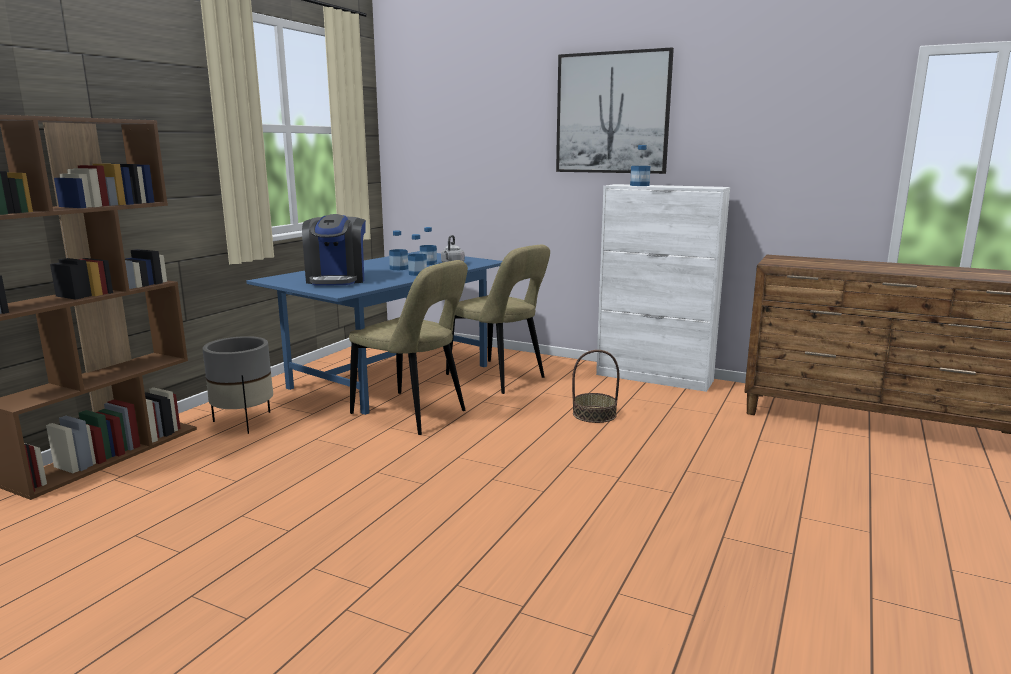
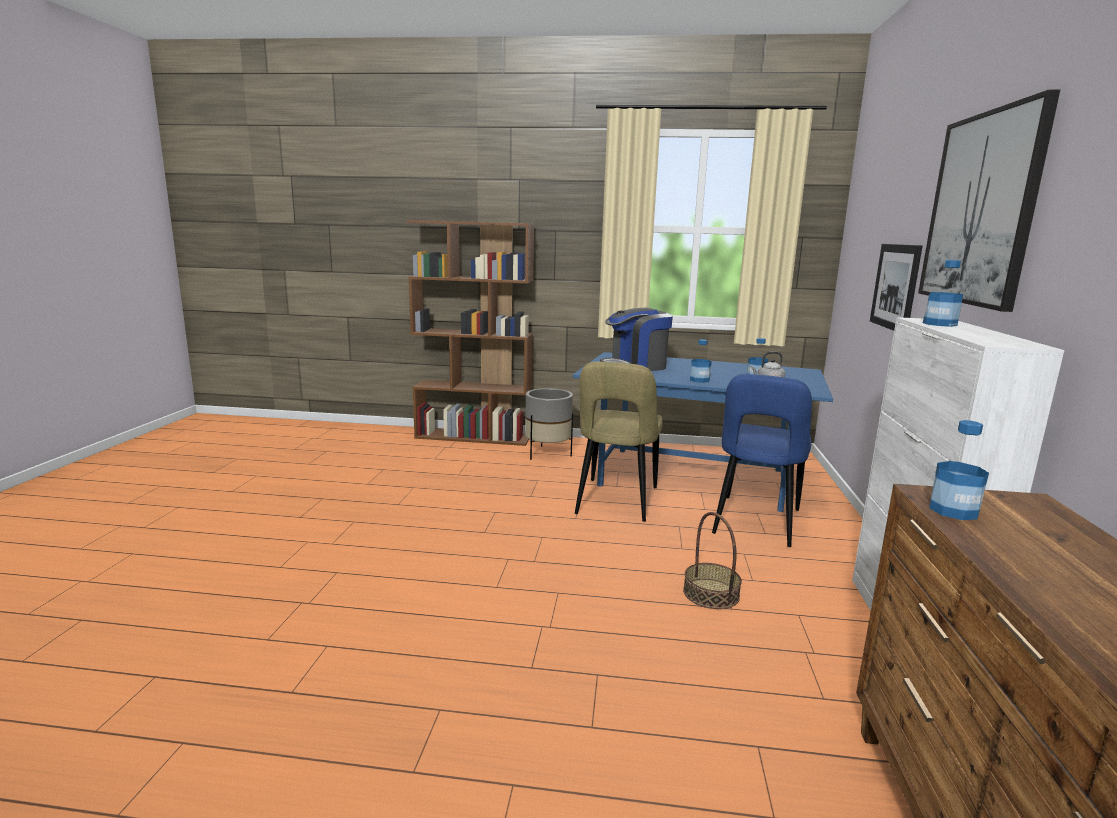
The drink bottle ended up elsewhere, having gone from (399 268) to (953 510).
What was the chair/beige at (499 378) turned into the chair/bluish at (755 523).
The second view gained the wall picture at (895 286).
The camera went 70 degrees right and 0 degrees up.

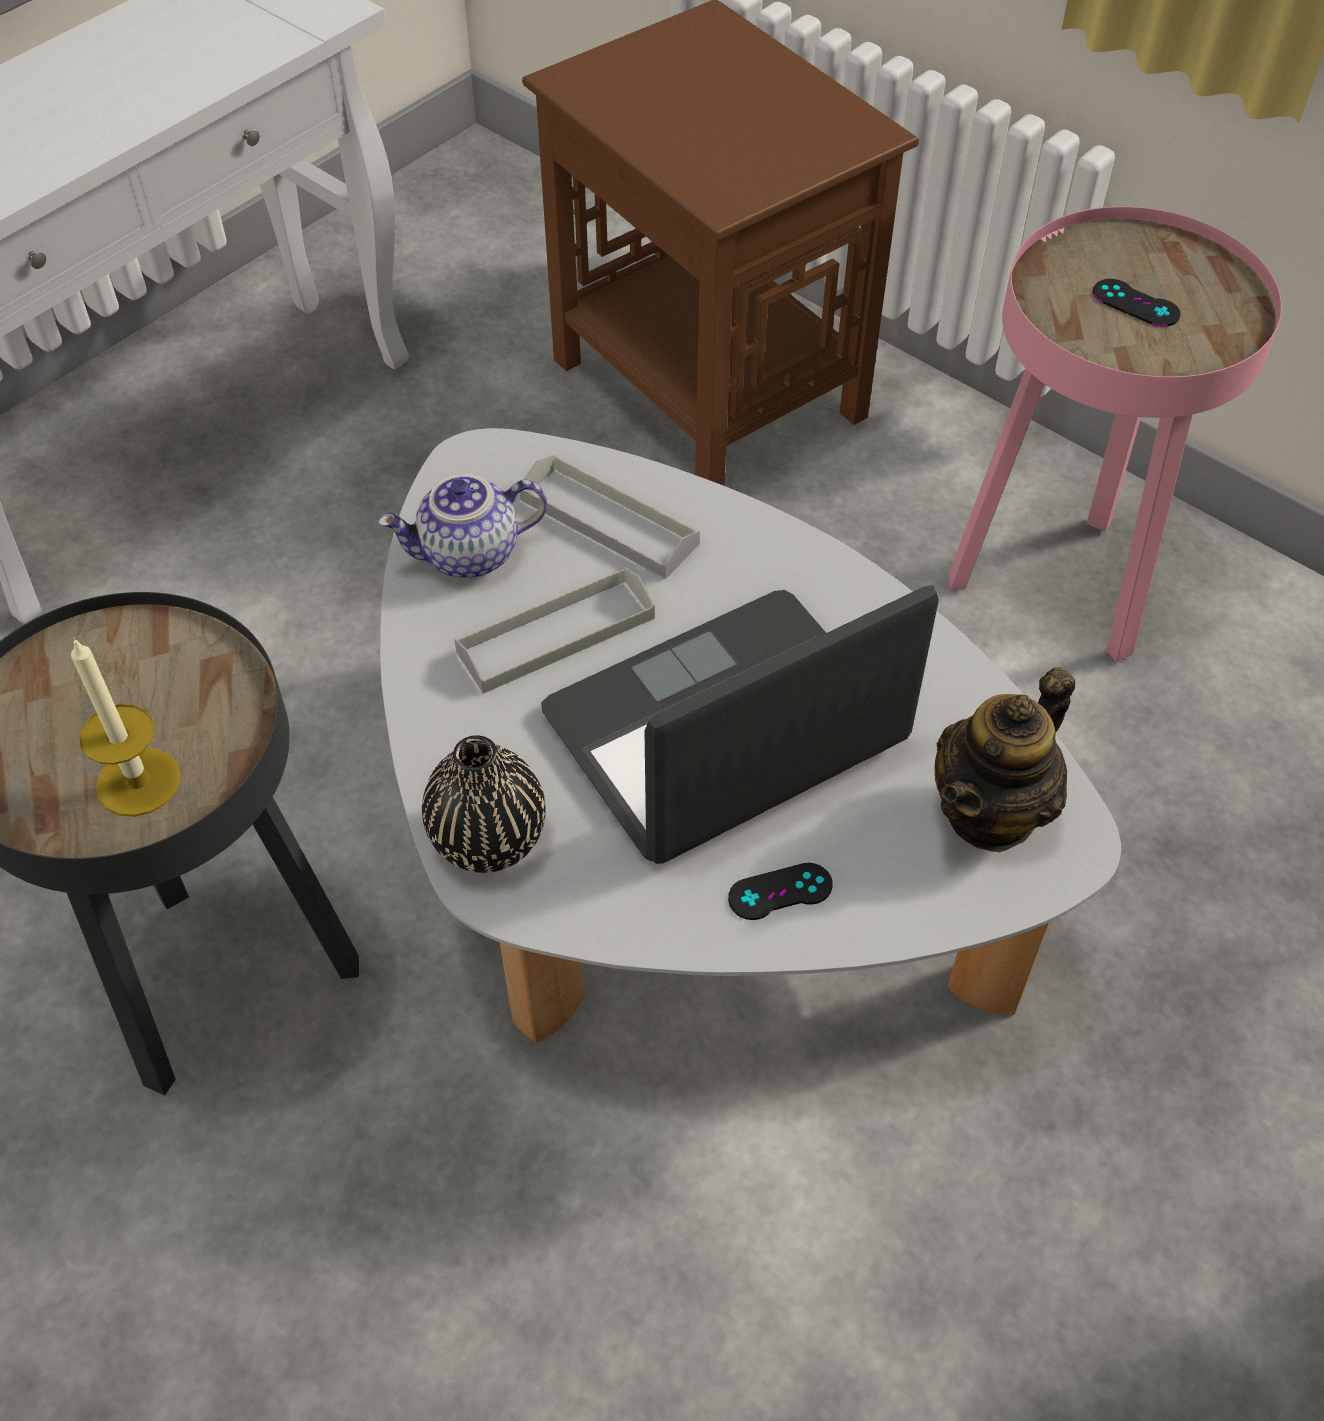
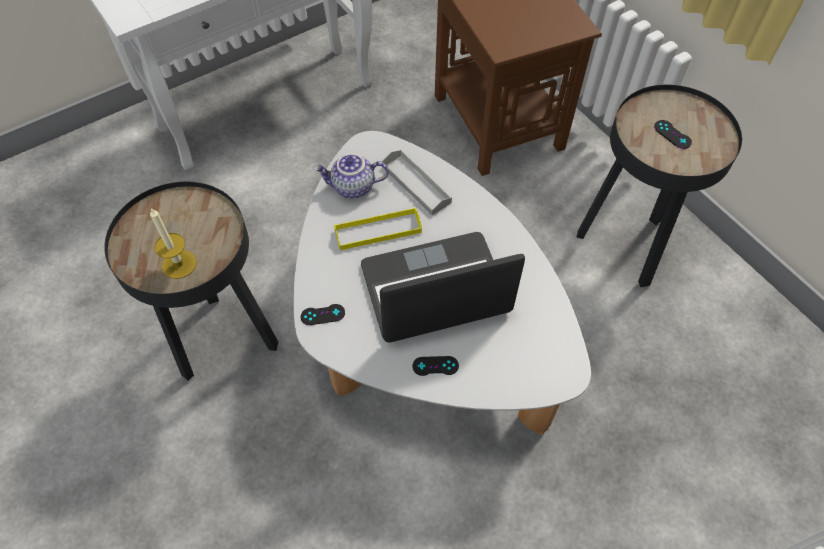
Where the vase/black-coloured stood at (488 840), the gamepad/black-coloured came to stand at (322 314).
What was the serving tray/greyish at (556 635) turned into the serving tray/yellow at (378 231).
The second view lost the tea pot at (991 812).
What was the end table/pink-coloured at (1059 588) turned into the end table/black-coloured at (626 247).
The camera went 15 degrees right and 5 degrees up.

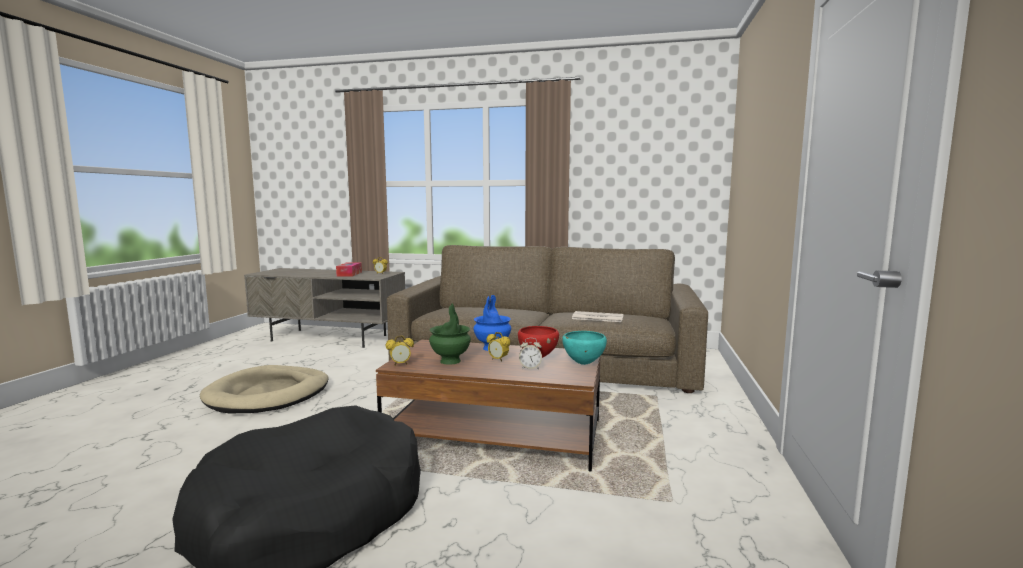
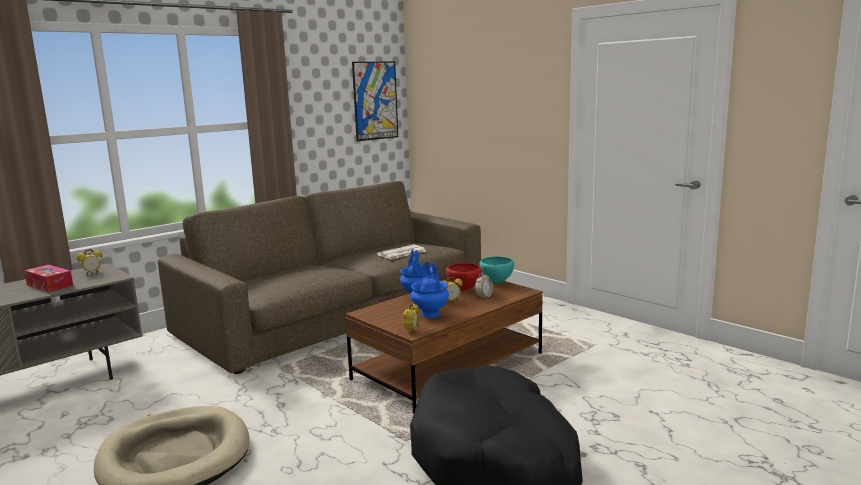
What was the vase/greenish at (450 361) turned into the vase/bluish at (431 314).
The second view gained the wall picture at (375 100).
The camera went 55 degrees left and 5 degrees up.

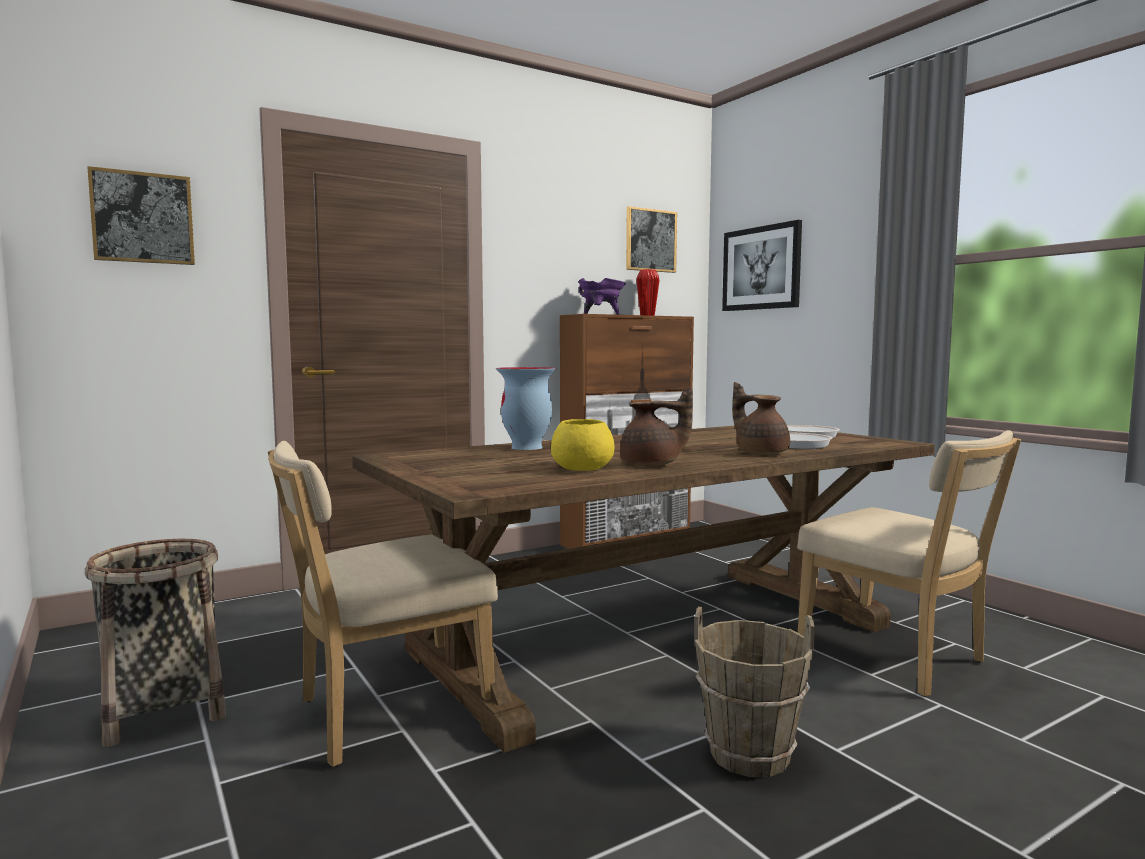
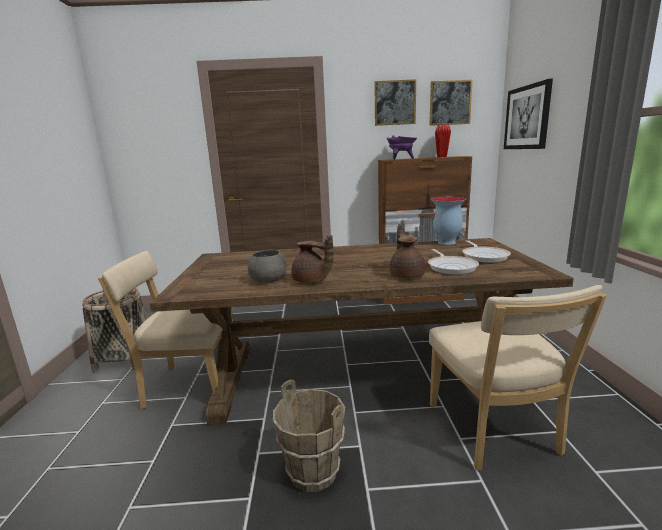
The wall picture ended up elsewhere, having gone from (142 218) to (395 103).
The vase ended up elsewhere, having gone from (527 447) to (446 242).
What was the serving bowl/yellow at (582 468) turned into the serving bowl/greyish at (269 280).
The camera went 30 degrees right and 10 degrees up.

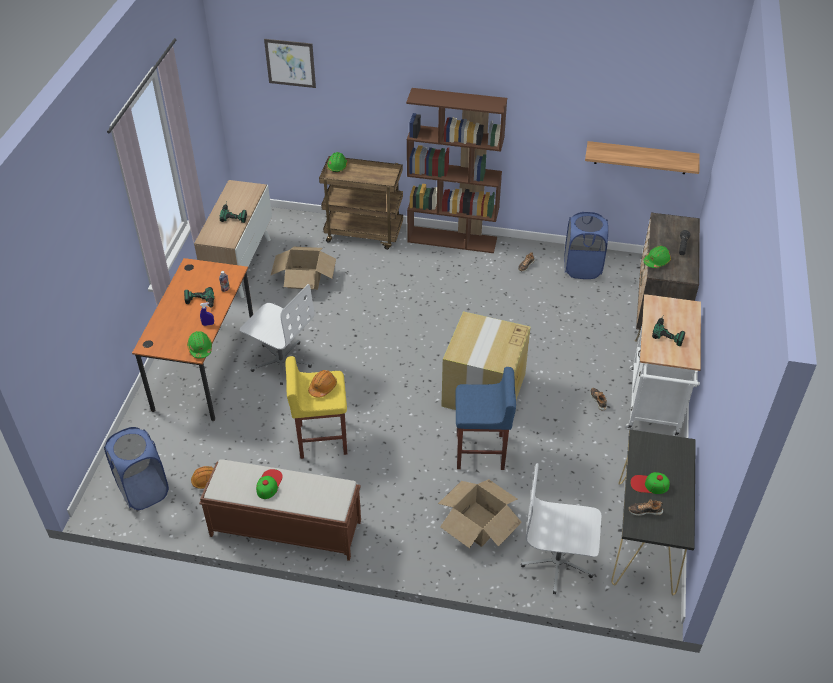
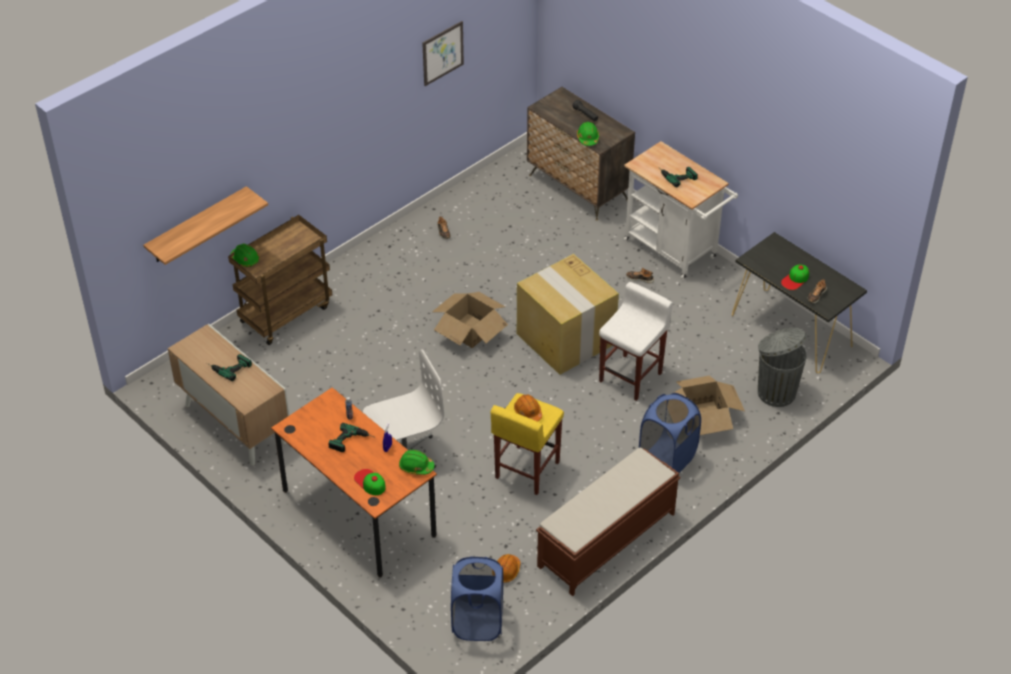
The baseball cap ended up elsewhere, having gone from (269 484) to (370 482).
The wall picture ended up elsewhere, having gone from (290 63) to (442 53).
The packing box ended up elsewhere, having gone from (304 278) to (470 330).
The second view lost the shelving unit/brownish at (453 239).
What was the sitting stool/bluish at (481 452) turned into the sitting stool/white at (631 376).
Where the computer chair/white stood at (557 562), the rubbish bin/greyish came to stand at (775 392).
The hamper/bluish ended up elsewhere, having gone from (582 268) to (667 458).
The shelf ended up elsewhere, having gone from (641 157) to (197 226).
The camera went 55 degrees left and 0 degrees up.

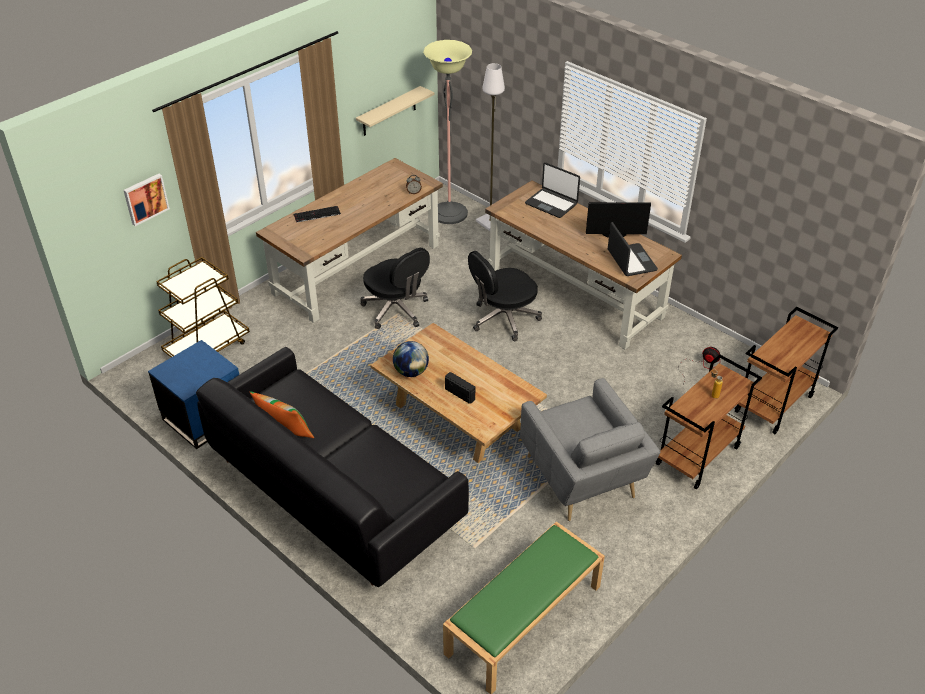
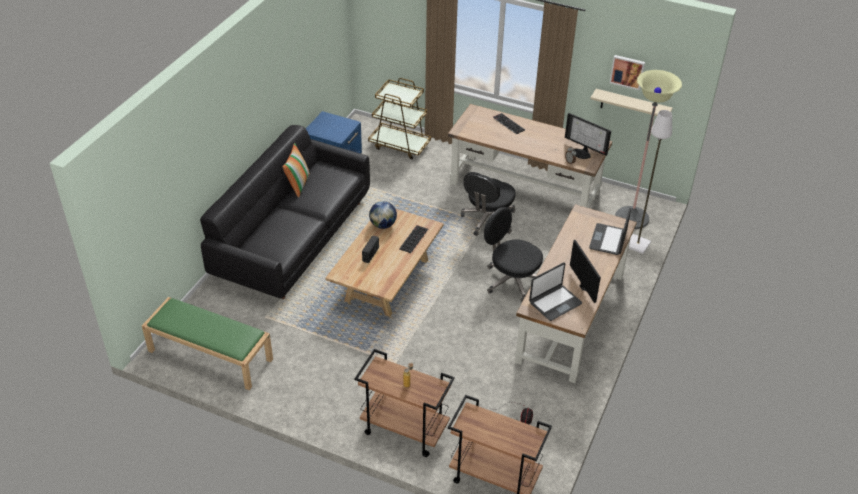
The wall picture ended up elsewhere, having gone from (145 198) to (627 71).
The second view lost the lounge chair/greyish at (582 481).
The second view gained the keyboard at (413 238).
The second view gained the monitor at (582 153).
The camera went 70 degrees right and 0 degrees up.

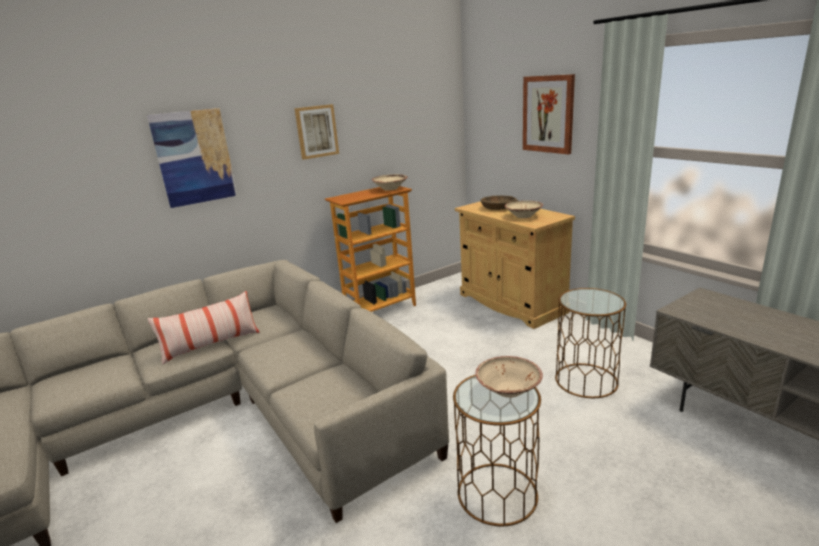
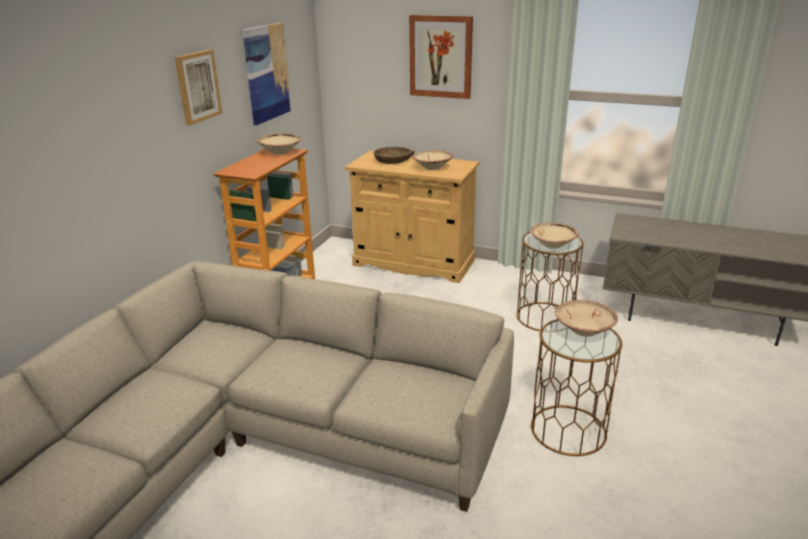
The wall picture ended up elsewhere, having gone from (194 157) to (266 73).
The second view lost the throw pillow at (211 345).
The second view gained the serving bowl/beige at (552 244).
The camera went 35 degrees left and 5 degrees up.

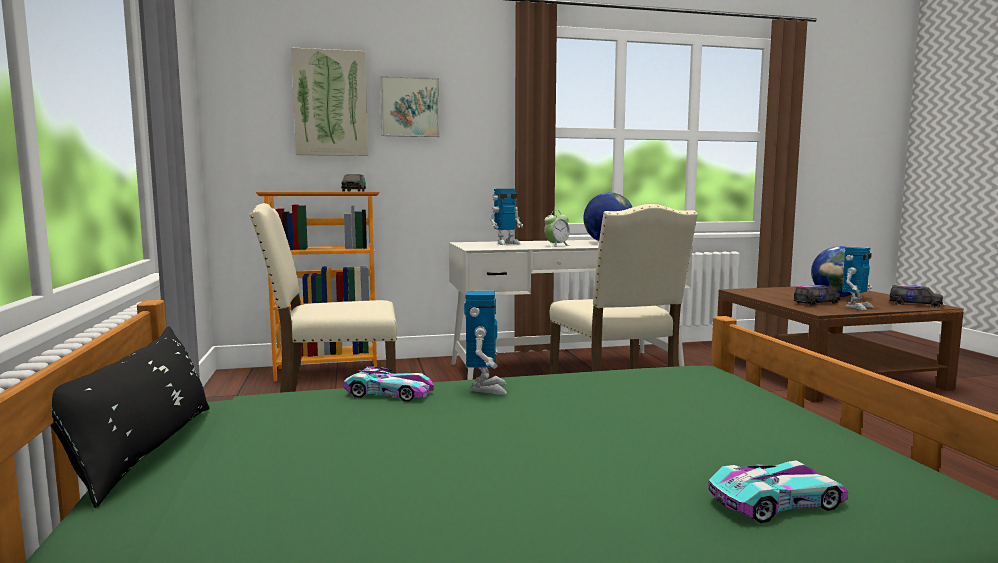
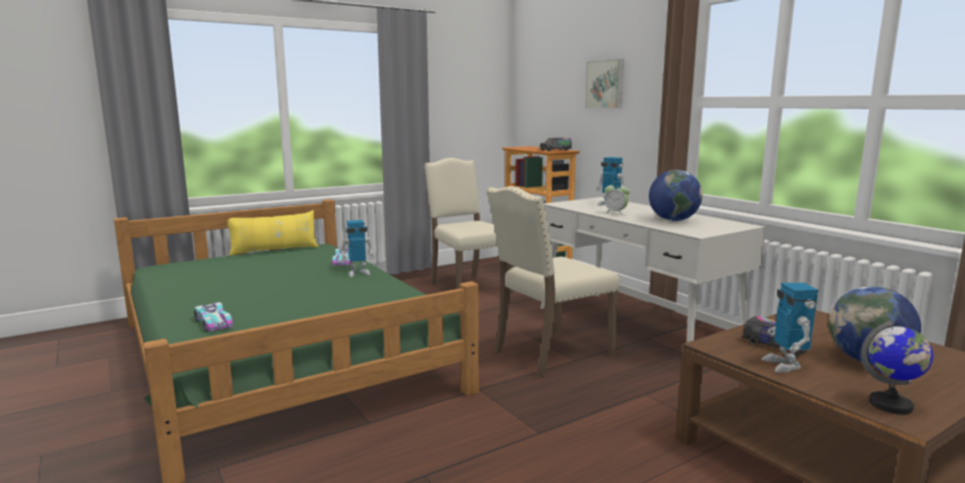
What was the throw pillow/black-coloured at (145 451) turned into the throw pillow/yellow at (274 250).
The second view lost the wall picture at (330 103).
The robot figure at (856 307) ended up facing another way, 60 degrees clockwise from before.
Where the model truck stood at (915 304), the world globe came to stand at (891 405).
The camera went 70 degrees right and 5 degrees up.

